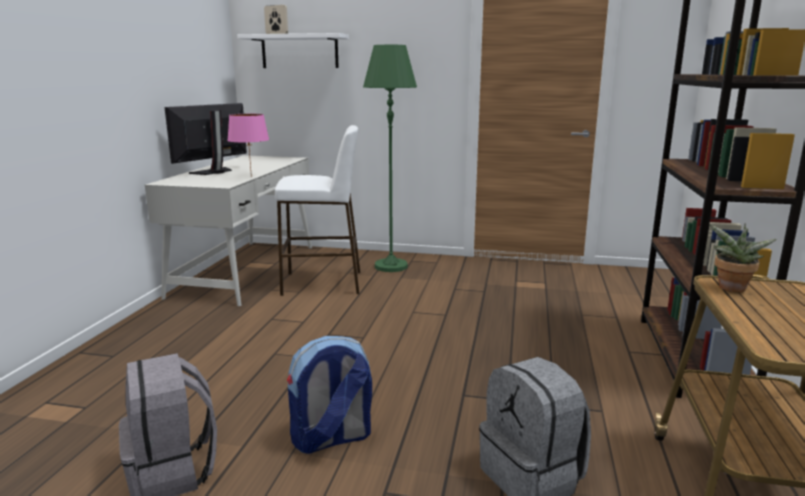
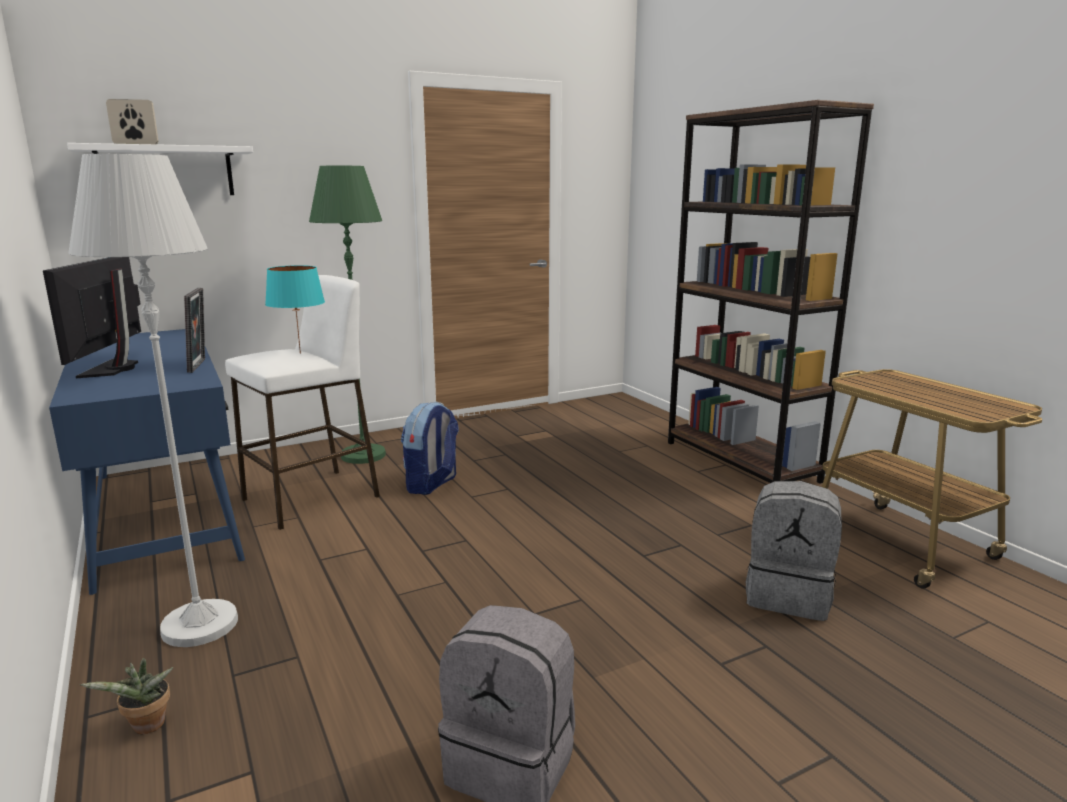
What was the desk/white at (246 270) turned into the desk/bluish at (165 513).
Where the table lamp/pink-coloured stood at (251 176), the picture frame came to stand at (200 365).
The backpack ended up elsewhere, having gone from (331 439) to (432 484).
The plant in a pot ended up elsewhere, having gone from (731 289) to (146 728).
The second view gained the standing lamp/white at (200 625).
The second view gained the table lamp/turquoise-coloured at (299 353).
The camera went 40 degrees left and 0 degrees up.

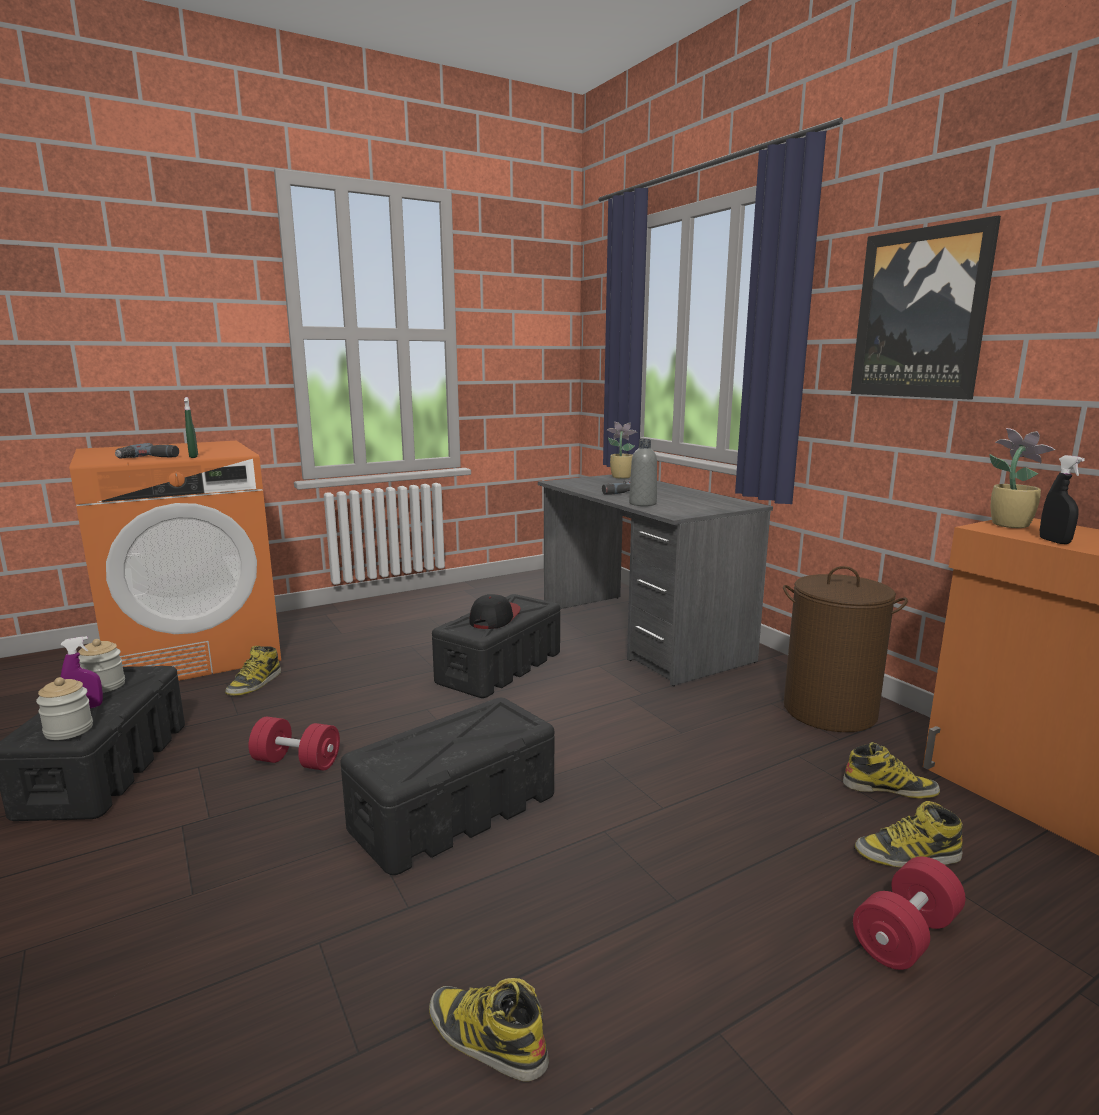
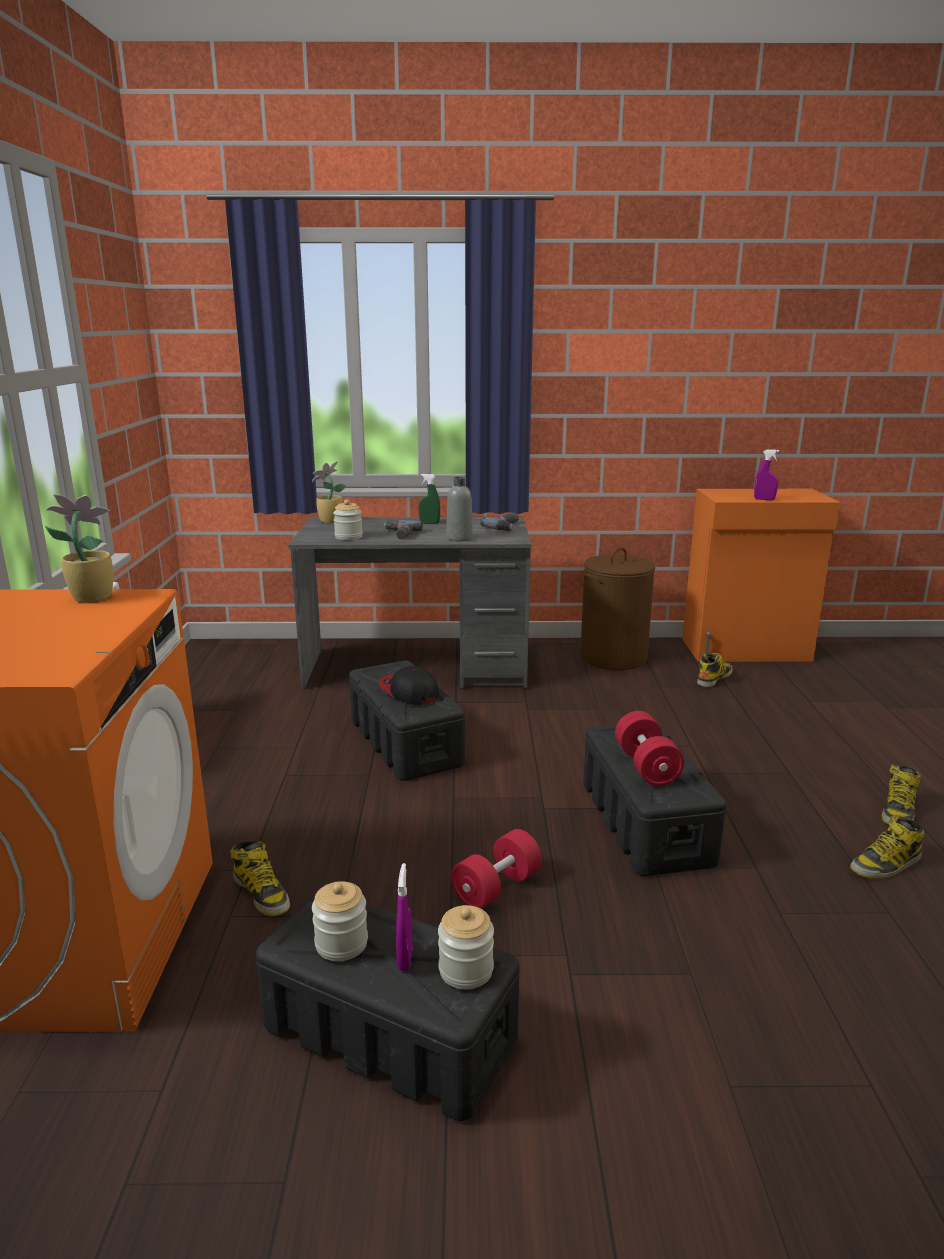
The power drill ended up elsewhere, having gone from (149 458) to (507 527).
The spray bottle/greenish ended up elsewhere, having gone from (193 456) to (429 523).
The second view lost the wall picture at (920 314).
The free weight/red ended up elsewhere, having gone from (905 935) to (646 766).
The high-top boot ended up elsewhere, having gone from (907 855) to (898 810).
The plant in a pot ended up elsewhere, having gone from (1008 524) to (90 597).
What was the spray bottle/black-coloured at (1054 541) turned into the spray bottle/purple at (764 499).
The second view gained the preserve jar at (348 537).
The camera went 60 degrees left and 5 degrees up.

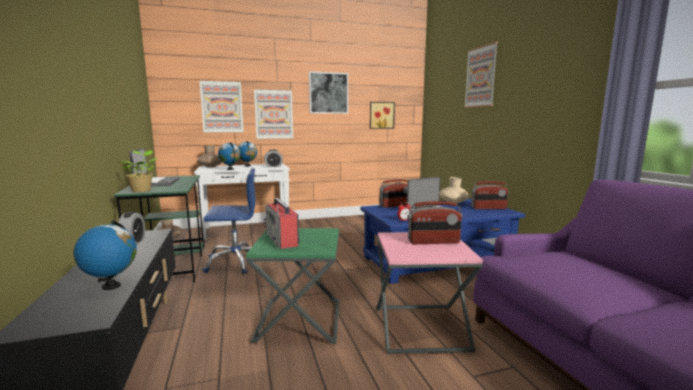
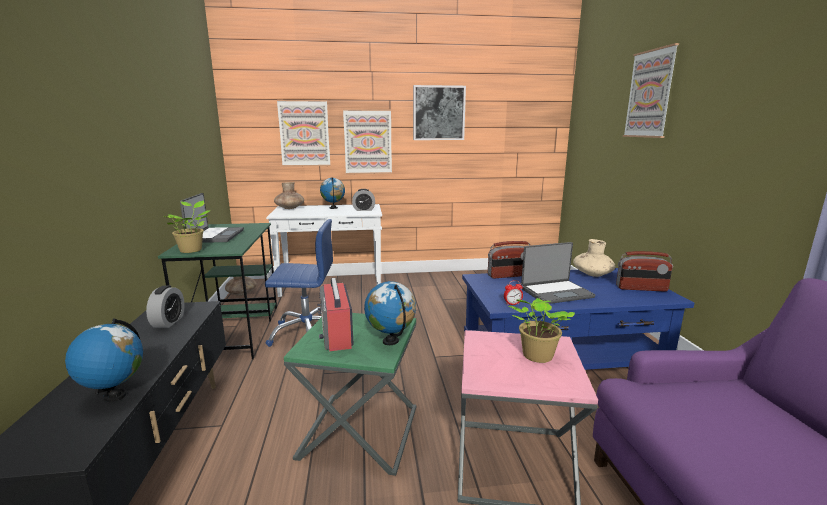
The world globe ended up elsewhere, having gone from (230 169) to (391 341).
The second view lost the wall picture at (381 115).
Where the radio stood at (433 242), the plant in a pot came to stand at (536 356).
The camera went 10 degrees right and 5 degrees up.

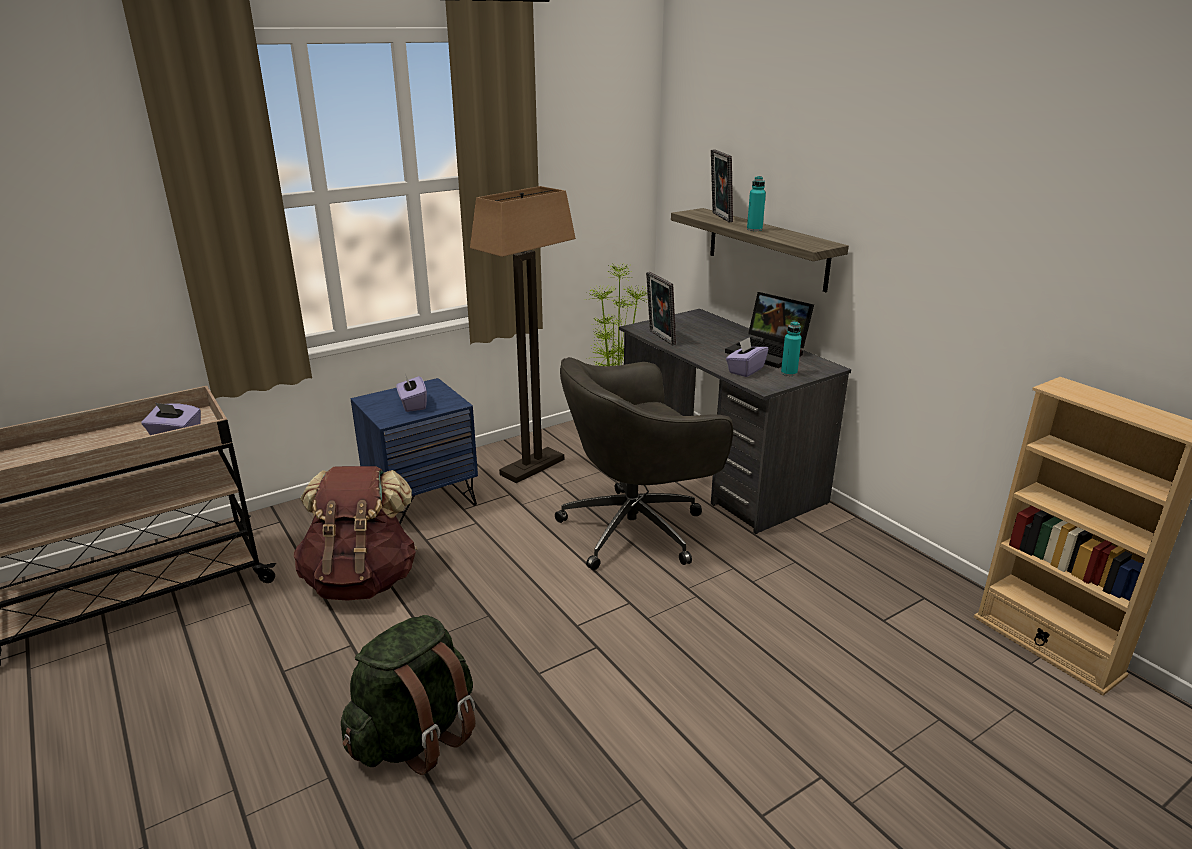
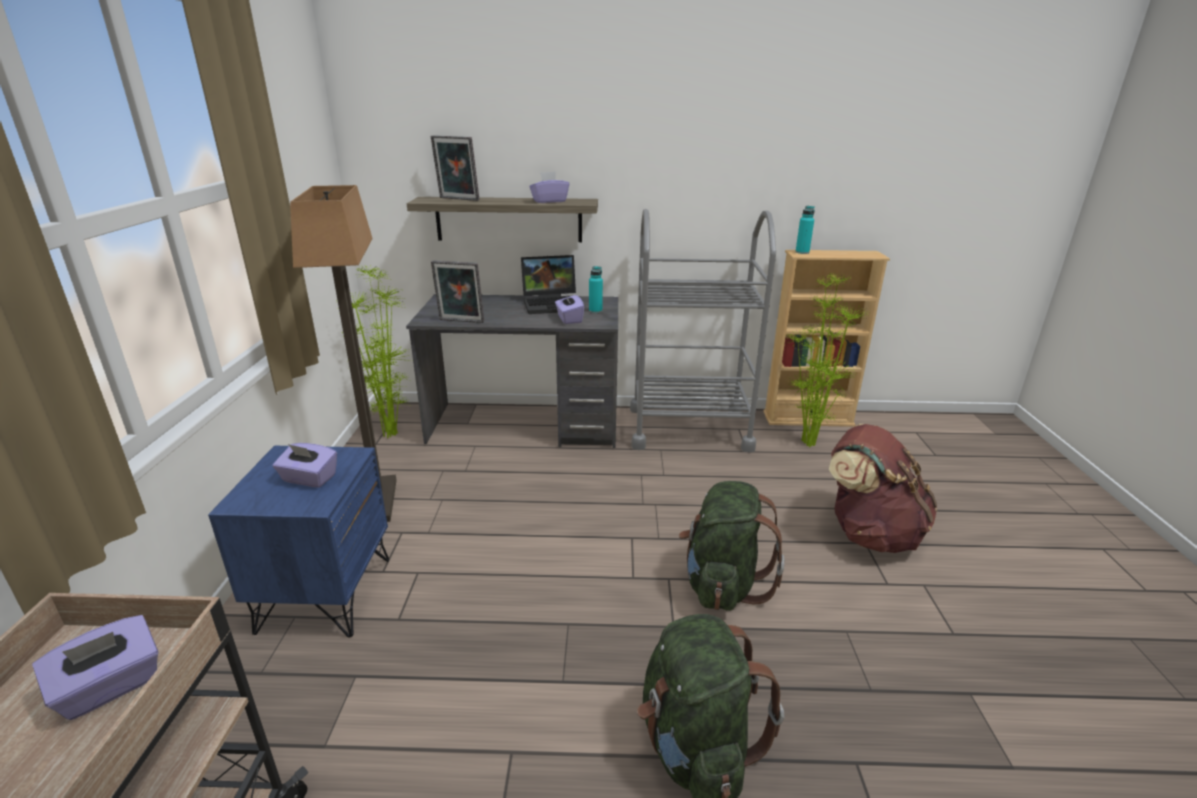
The backpack/brownish ended up elsewhere, having gone from (362 580) to (869 533).
The second view lost the computer chair/greyish at (636 529).
The drink bottle/turquoise-coloured ended up elsewhere, having gone from (754 229) to (802 252).
The second view gained the tissue box/purple at (549 201).
The second view gained the trolley/greyish at (689 428).
The second view gained the backpack/greenish at (722 584).
The second view gained the plant in a pot at (807 445).
The camera went 55 degrees left and 0 degrees up.

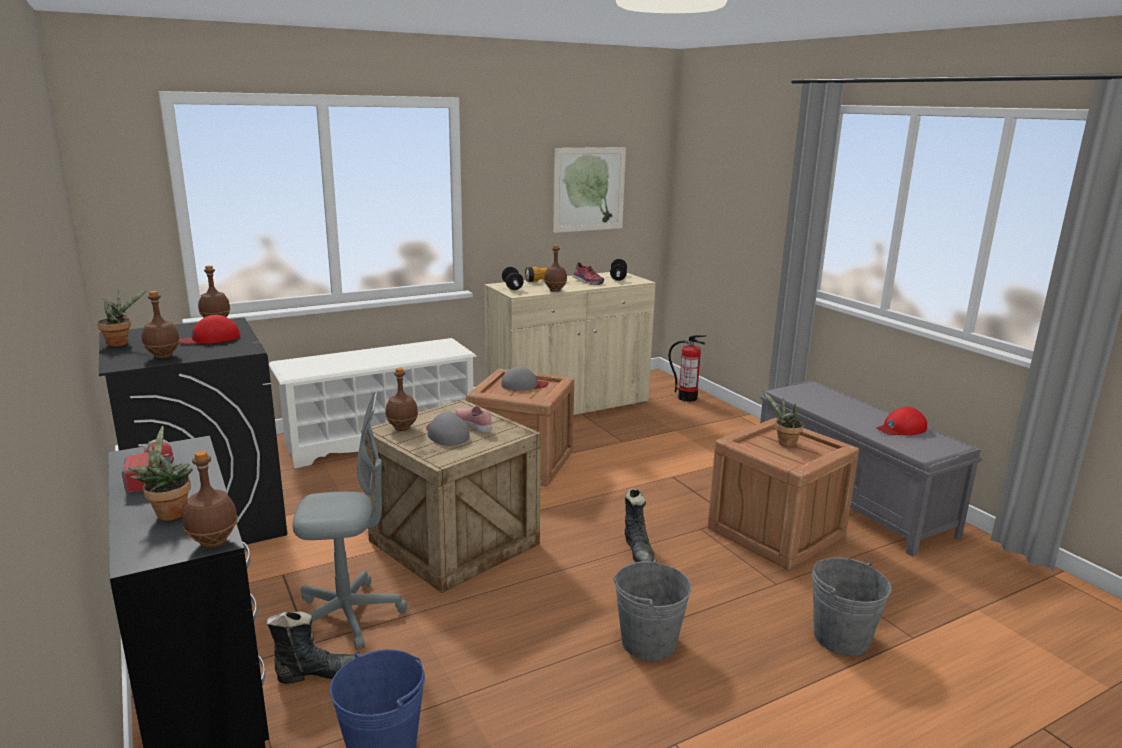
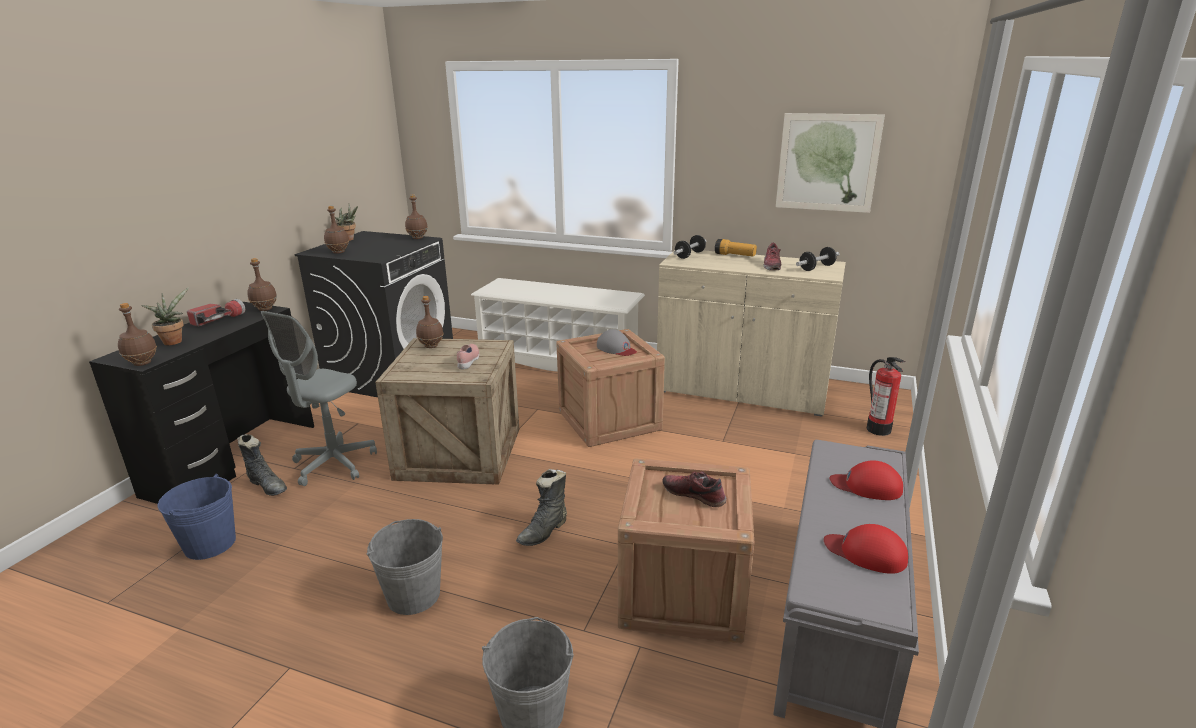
The baseball cap/red ended up elsewhere, having gone from (210 339) to (867 486).
The computer chair/greyish at (348 616) ended up facing another way, 75 degrees clockwise from before.
The second view lost the baseball cap/greyish at (446 434).
The drink bottle/brownish ended up elsewhere, having gone from (555 291) to (265 309).
Where the plant in a pot stood at (784 443), the low shoe came to stand at (694 494).
The camera went 50 degrees right and 5 degrees up.

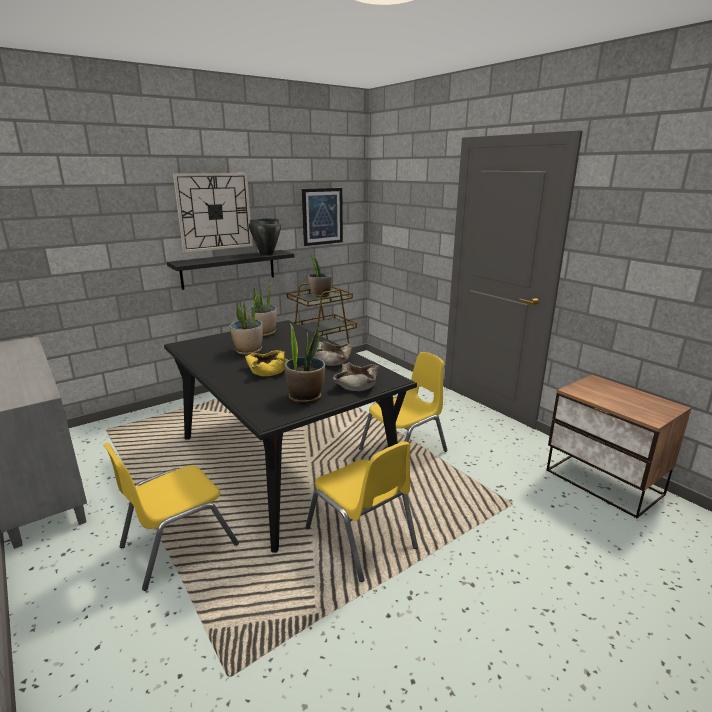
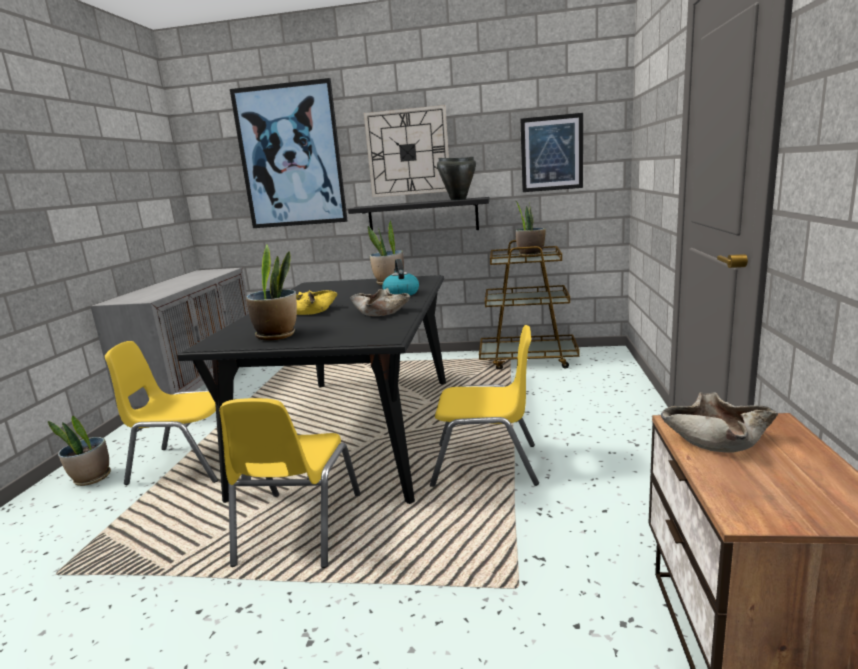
The plant in a pot ended up elsewhere, having gone from (248 351) to (91 478).
The serving bowl/beige ended up elsewhere, having gone from (356 385) to (715 438).
The second view gained the wall picture at (290 156).
The second view gained the water kettle at (401 293).
The camera went 45 degrees right and 5 degrees down.

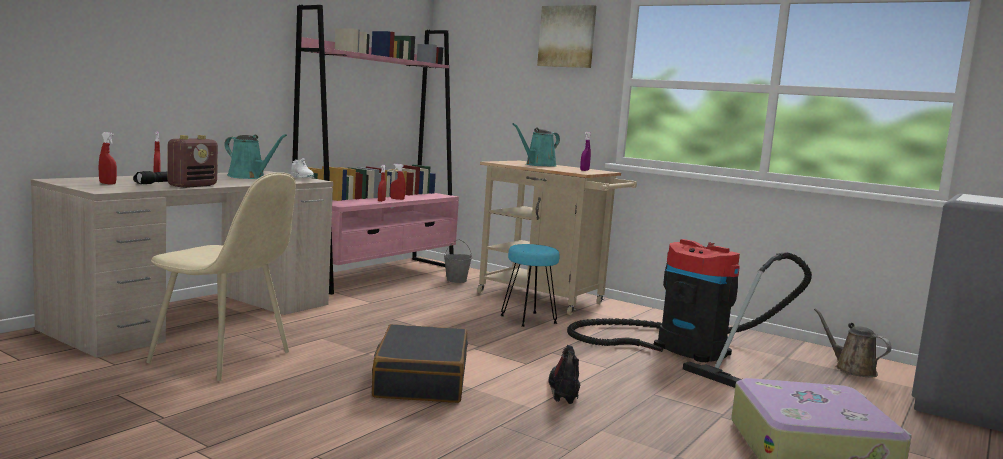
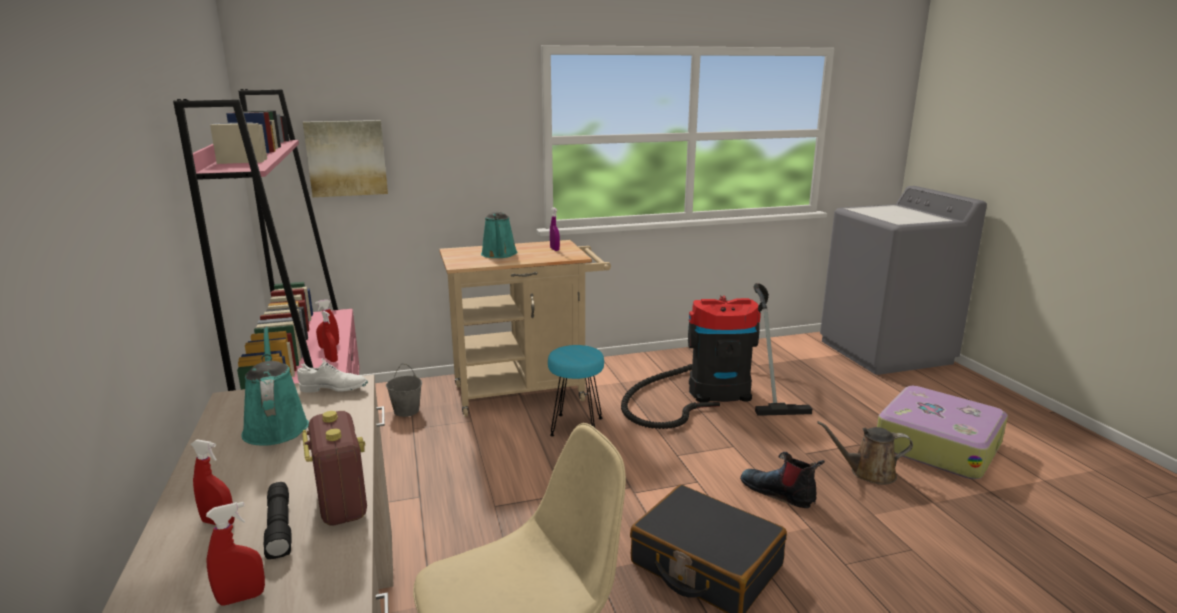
The watering can/turquoise-coloured at (249 177) ended up facing another way, 90 degrees counterclockwise from before.
The wall picture ended up elsewhere, having gone from (567 36) to (346 158).
The watering can/brownish ended up elsewhere, having gone from (851 369) to (868 473).
The camera went 50 degrees left and 10 degrees up.

